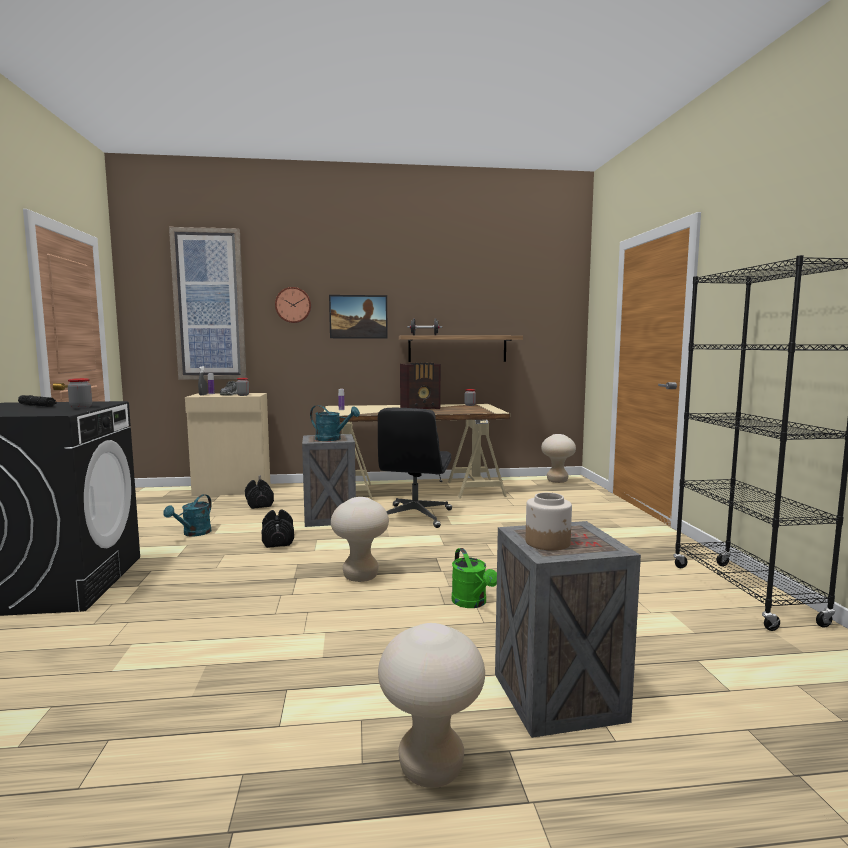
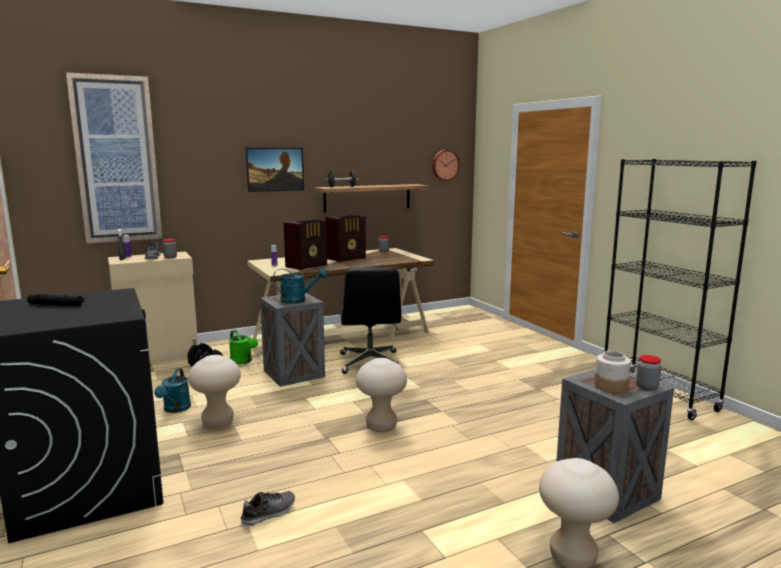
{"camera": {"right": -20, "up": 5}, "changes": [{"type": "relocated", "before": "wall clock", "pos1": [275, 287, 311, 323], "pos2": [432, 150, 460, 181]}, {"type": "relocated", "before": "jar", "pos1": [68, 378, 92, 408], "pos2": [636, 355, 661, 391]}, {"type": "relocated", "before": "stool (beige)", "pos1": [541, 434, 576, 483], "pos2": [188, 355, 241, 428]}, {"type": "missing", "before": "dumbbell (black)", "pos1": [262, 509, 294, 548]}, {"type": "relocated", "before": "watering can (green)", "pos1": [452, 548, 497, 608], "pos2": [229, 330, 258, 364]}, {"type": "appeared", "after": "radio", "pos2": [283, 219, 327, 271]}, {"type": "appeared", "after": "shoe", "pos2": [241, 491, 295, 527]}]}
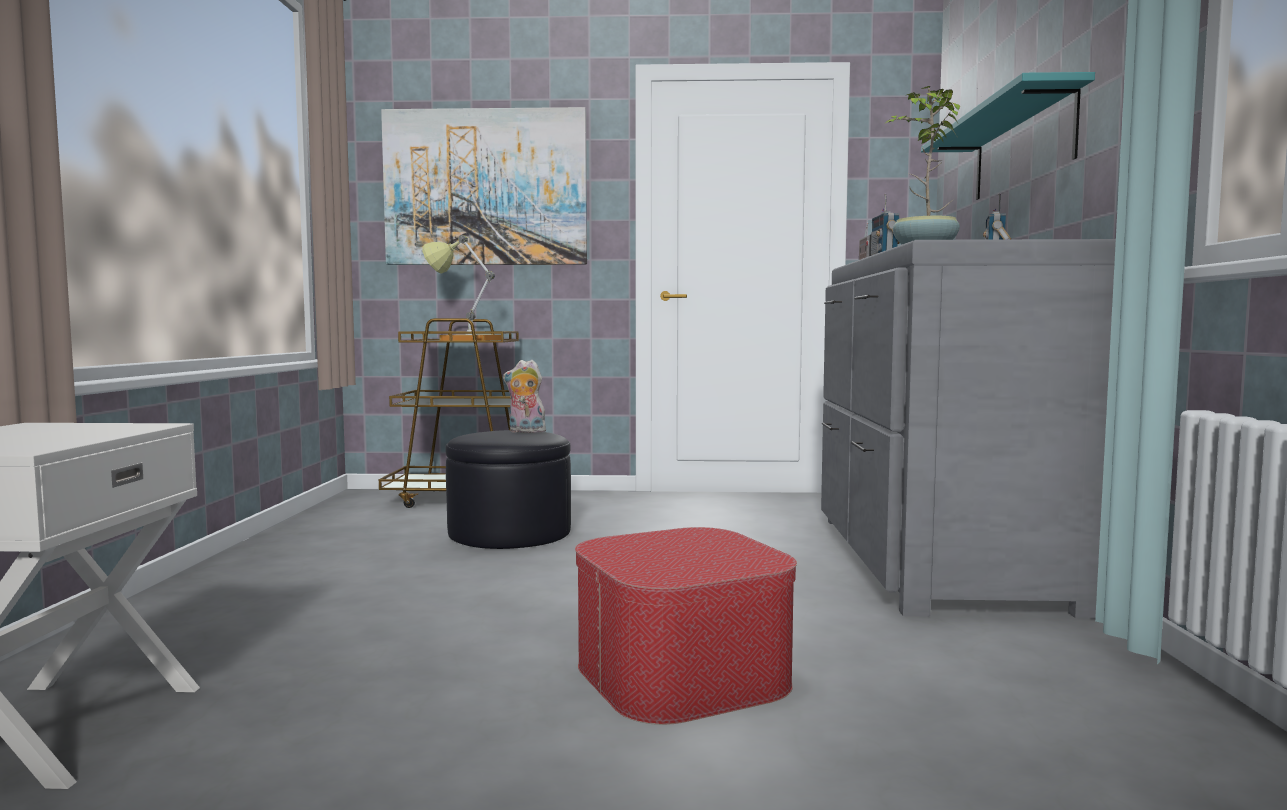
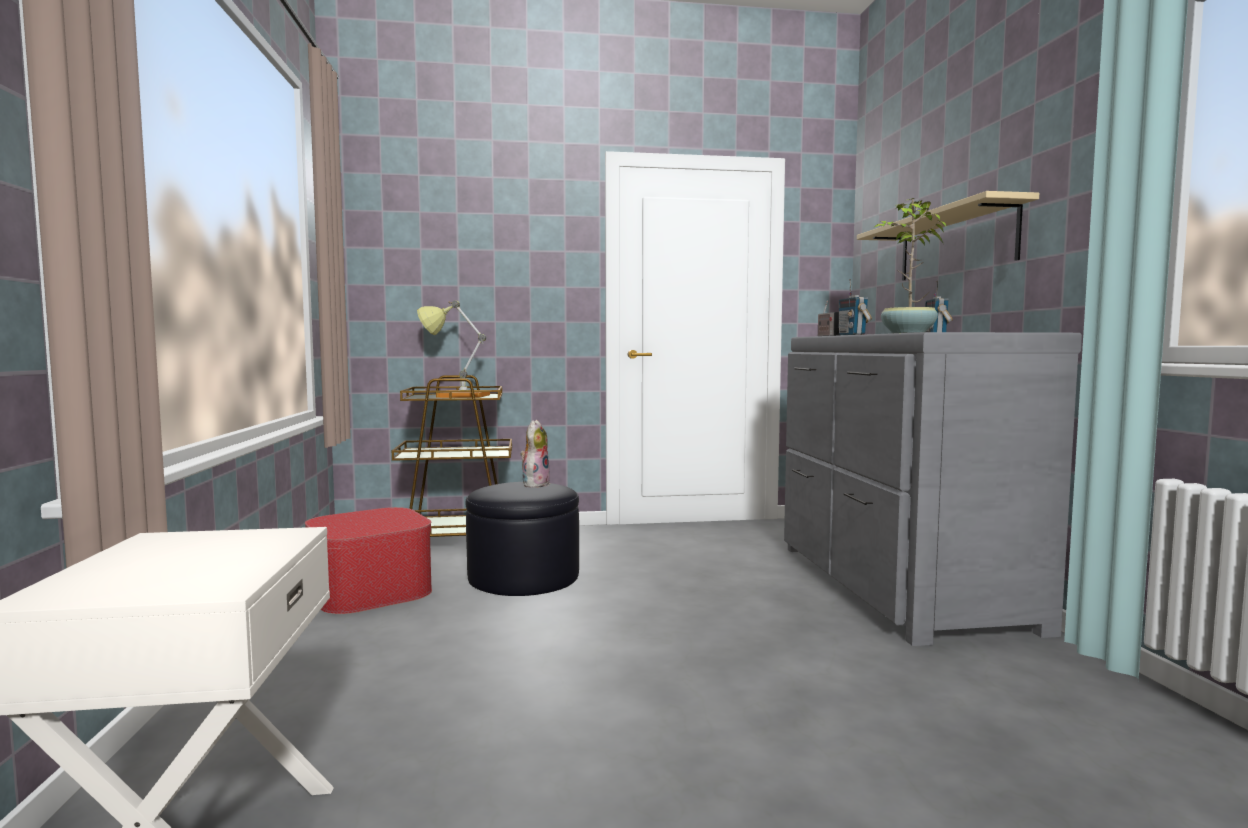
{"camera": {"right": -10, "up": 0}, "changes": [{"type": "colour", "before": "shelf (turquoise)", "after": "shelf (beige)", "pos1": [921, 72, 1095, 200], "pos2": [857, 191, 1039, 281]}, {"type": "missing", "before": "picture", "pos1": [381, 107, 587, 265]}, {"type": "spun", "before": "plush toy", "pos1": [503, 360, 546, 433], "pos2": [520, 420, 550, 488], "turn": 105}, {"type": "relocated", "before": "ottoman", "pos1": [575, 527, 797, 725], "pos2": [305, 507, 432, 614]}]}
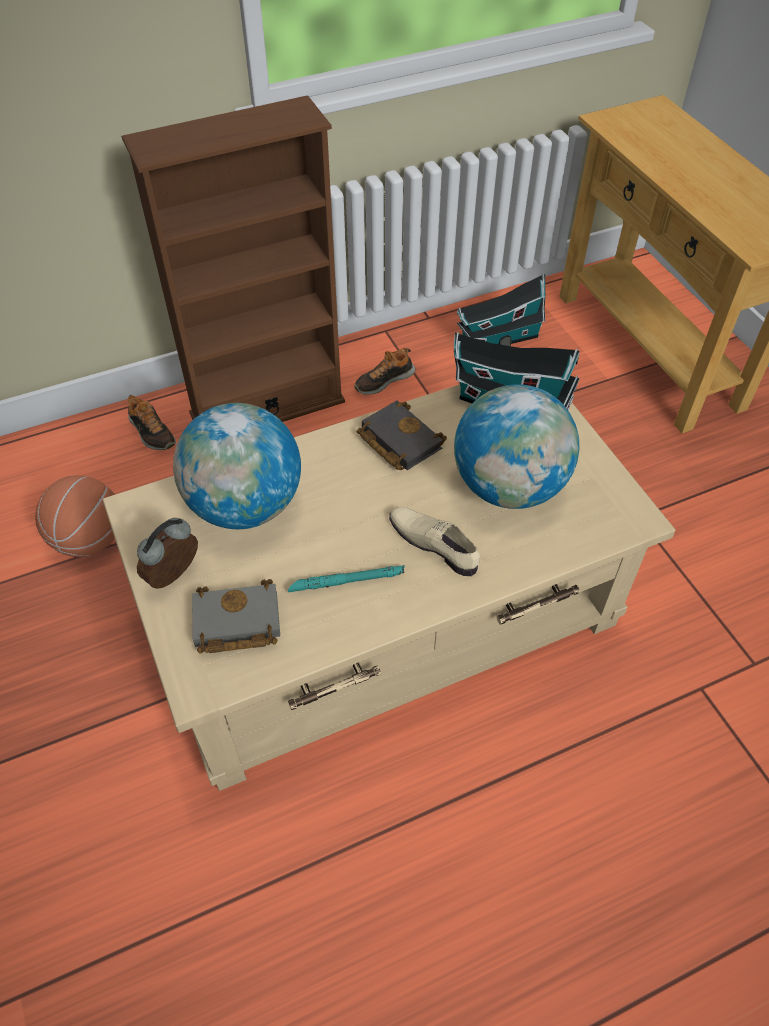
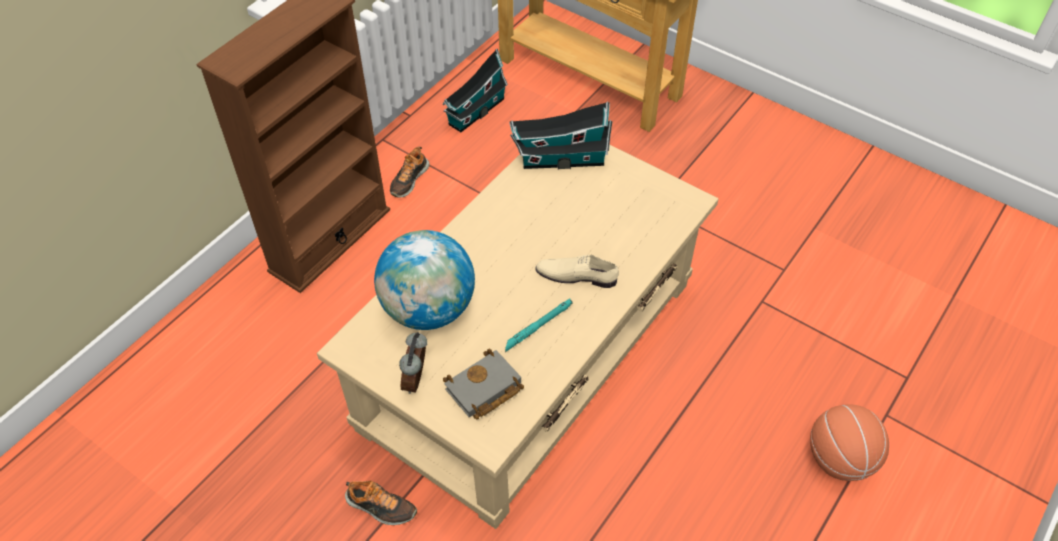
{"camera": {"right": -30, "up": 0}, "changes": [{"type": "missing", "before": "globe", "pos1": [454, 384, 579, 509]}, {"type": "relocated", "before": "shoe", "pos1": [128, 394, 176, 450], "pos2": [345, 481, 417, 525]}, {"type": "missing", "before": "book (black)", "pos1": [357, 400, 447, 470]}, {"type": "relocated", "before": "basketball", "pos1": [35, 475, 115, 557], "pos2": [810, 404, 889, 481]}]}
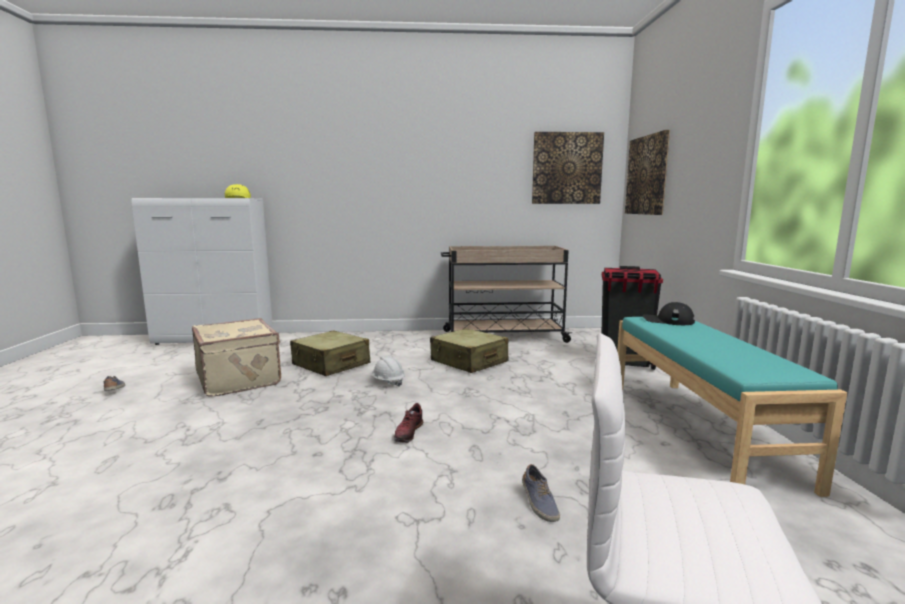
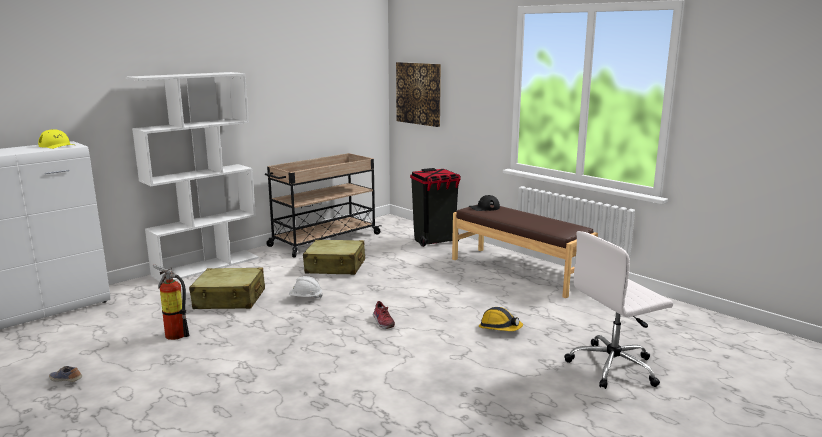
{"camera": {"right": -40, "up": 5}, "changes": [{"type": "missing", "before": "picture", "pos1": [532, 132, 604, 204]}, {"type": "colour", "before": "bench (turquoise)", "after": "bench (brown)", "pos1": [617, 317, 847, 497], "pos2": [452, 204, 598, 298]}, {"type": "exchanged", "before": "suitcase (beige)", "after": "fire extinguisher", "pos1": [192, 318, 281, 397], "pos2": [153, 264, 189, 340]}, {"type": "exchanged", "before": "shoe", "after": "hard hat", "pos1": [522, 464, 560, 522], "pos2": [479, 307, 523, 331]}, {"type": "appeared", "after": "bookcase (white)", "pos2": [126, 72, 259, 284]}]}
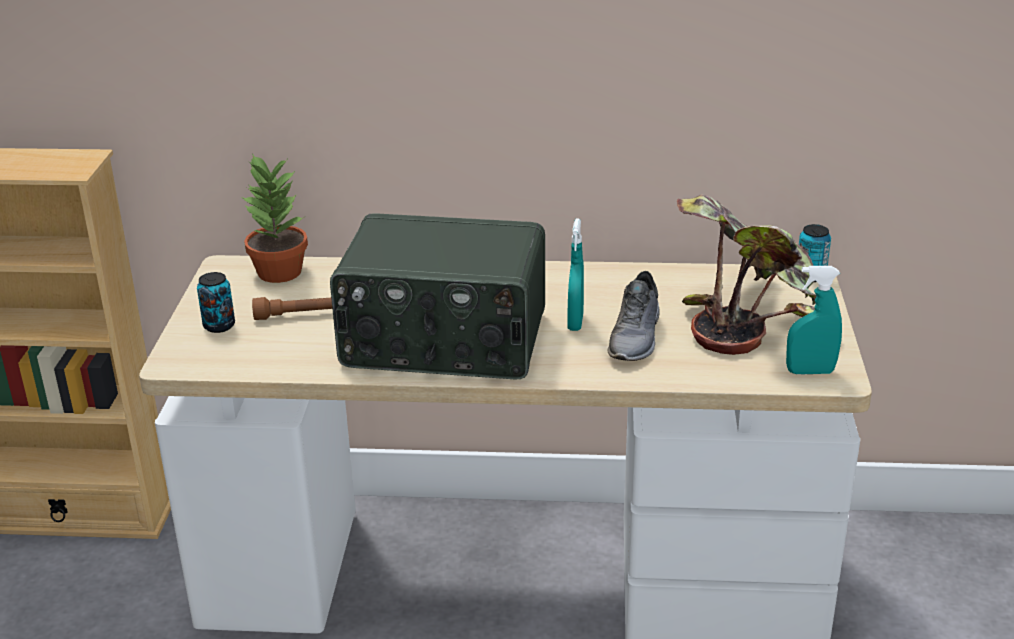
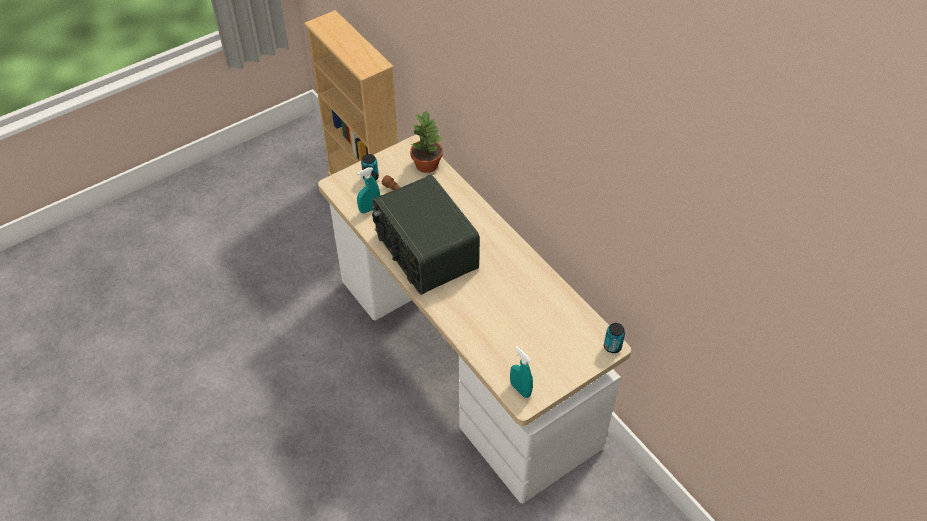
{"camera": {"right": 50, "up": 20}, "changes": [{"type": "missing", "before": "potted plant", "pos1": [677, 195, 816, 355]}, {"type": "relocated", "before": "spray bottle (turquoise)", "pos1": [567, 219, 584, 331], "pos2": [356, 167, 380, 214]}, {"type": "missing", "before": "shoe (grey)", "pos1": [608, 271, 659, 361]}]}
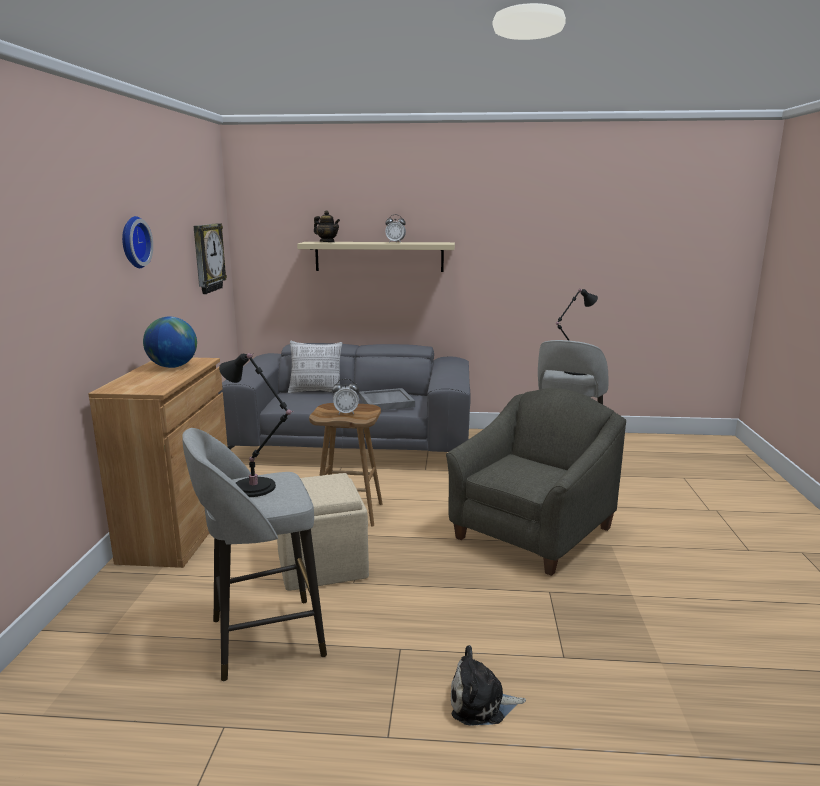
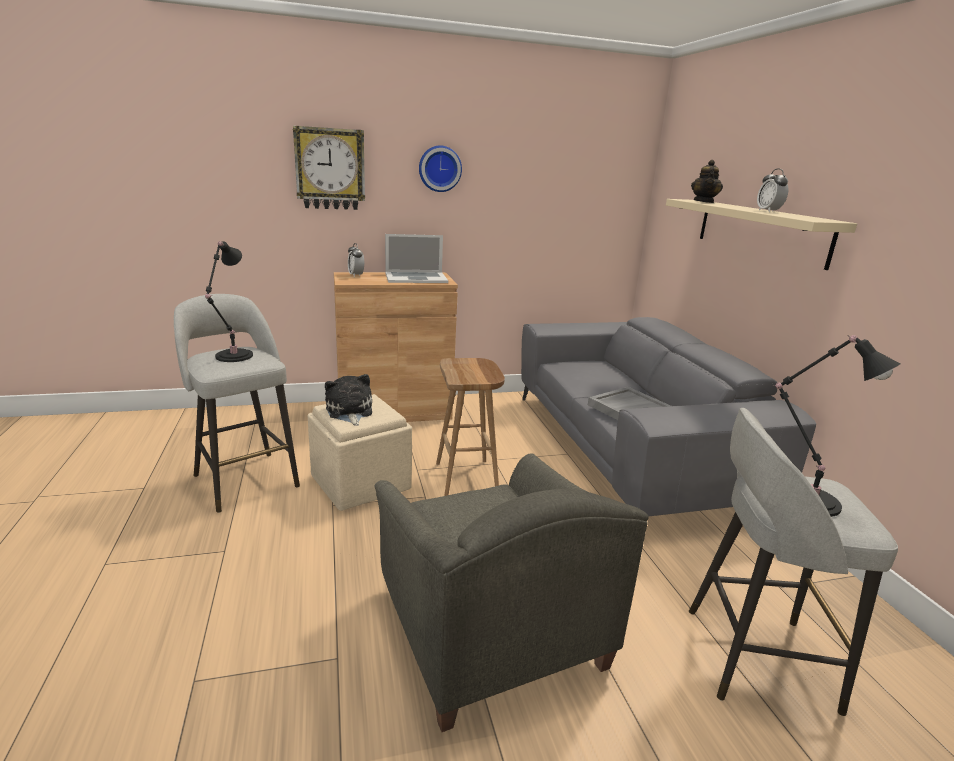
{"camera": {"right": 70, "up": 5}, "changes": [{"type": "relocated", "before": "wall clock", "pos1": [194, 223, 227, 294], "pos2": [293, 126, 365, 210]}, {"type": "exchanged", "before": "globe", "after": "laptop", "pos1": [143, 317, 197, 368], "pos2": [385, 234, 448, 283]}, {"type": "missing", "before": "pillow", "pos1": [288, 341, 342, 394]}, {"type": "relocated", "before": "alarm clock", "pos1": [332, 379, 359, 415], "pos2": [348, 243, 364, 277]}, {"type": "spun", "before": "armchair (grey)", "pos1": [446, 388, 626, 576], "pos2": [374, 453, 649, 732], "turn": 45}, {"type": "relocated", "before": "plush toy", "pos1": [451, 645, 526, 726], "pos2": [325, 374, 372, 426]}]}
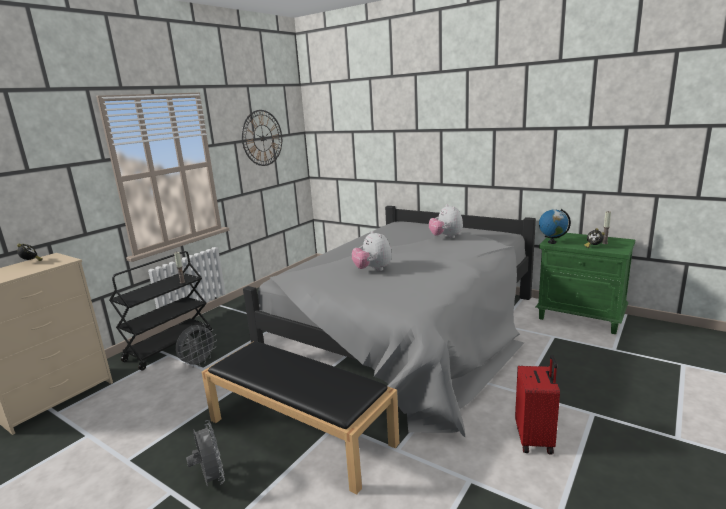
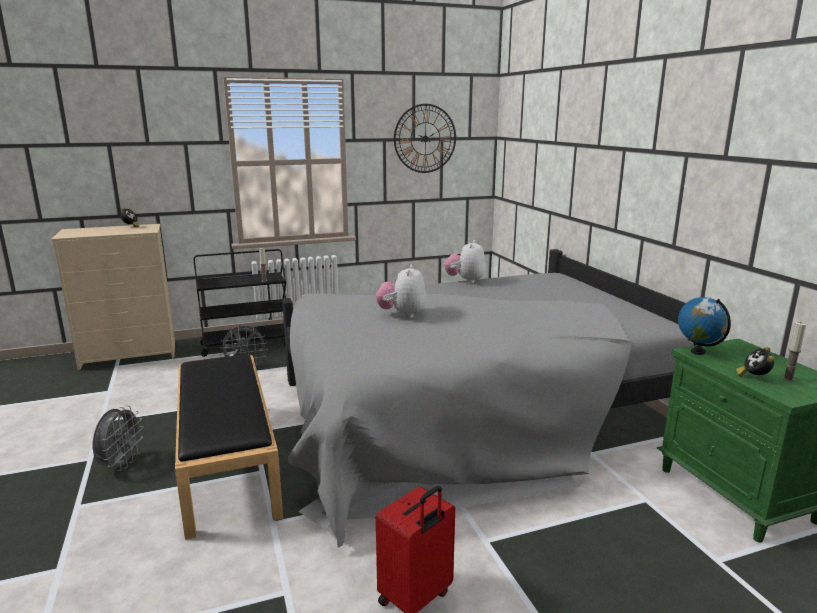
{"camera": {"right": 35, "up": 0}, "changes": [{"type": "relocated", "before": "plush toy", "pos1": [429, 204, 463, 238], "pos2": [445, 240, 486, 284]}]}
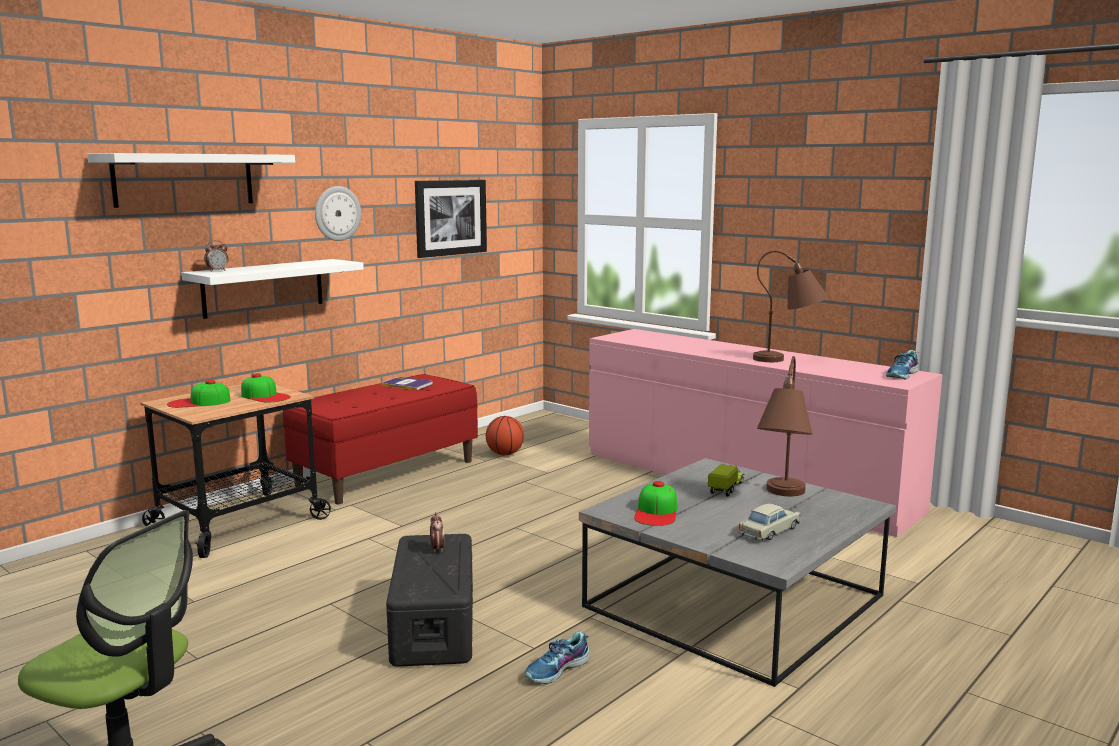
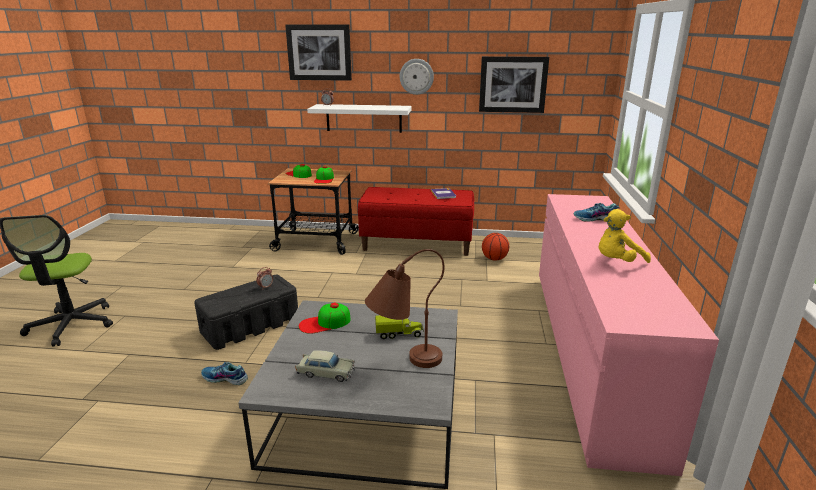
{"camera": {"right": 55, "up": 10}, "changes": [{"type": "exchanged", "before": "shelf (white)", "after": "picture", "pos1": [87, 153, 295, 208], "pos2": [285, 24, 352, 81]}, {"type": "exchanged", "before": "table lamp (brown)", "after": "plush toy (yellow)", "pos1": [753, 250, 828, 362], "pos2": [599, 209, 651, 263]}, {"type": "relocated", "before": "shoe", "pos1": [886, 350, 918, 380], "pos2": [574, 203, 620, 221]}]}
